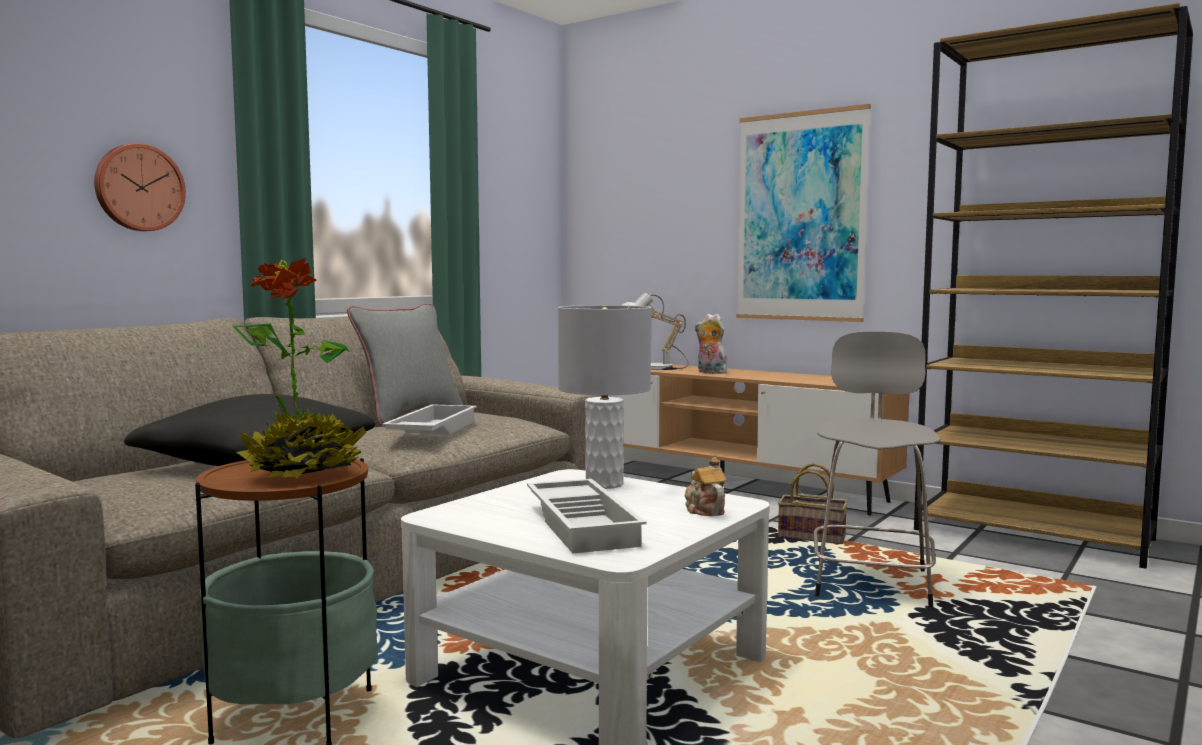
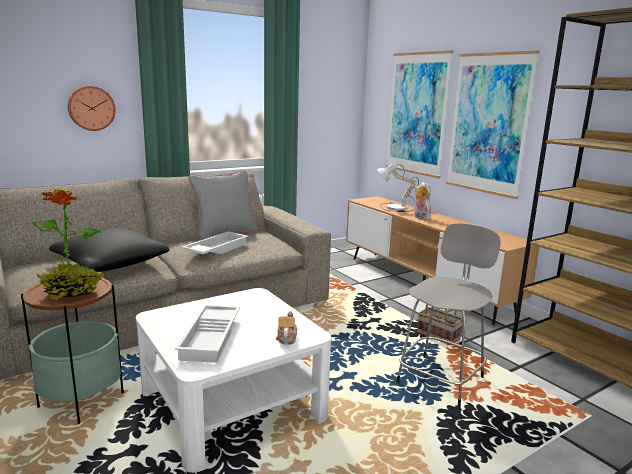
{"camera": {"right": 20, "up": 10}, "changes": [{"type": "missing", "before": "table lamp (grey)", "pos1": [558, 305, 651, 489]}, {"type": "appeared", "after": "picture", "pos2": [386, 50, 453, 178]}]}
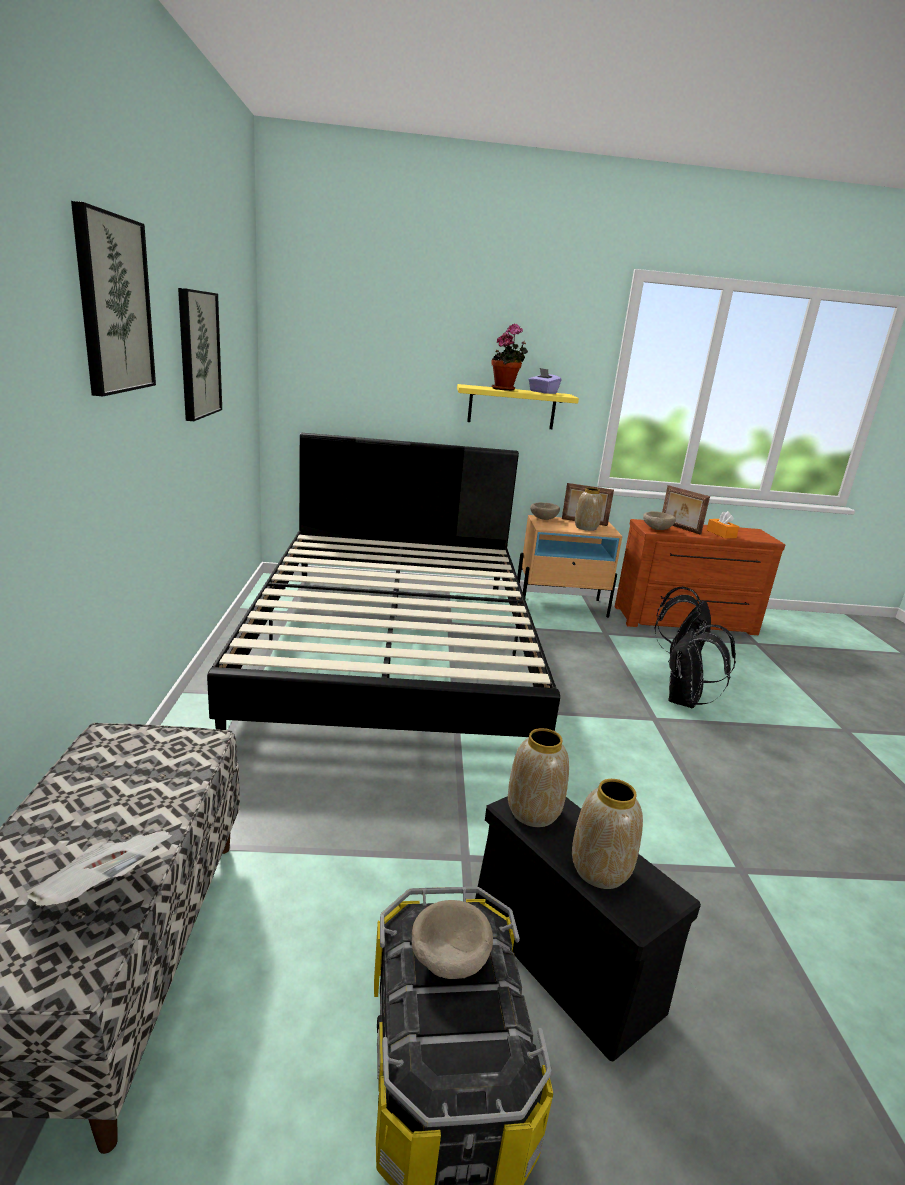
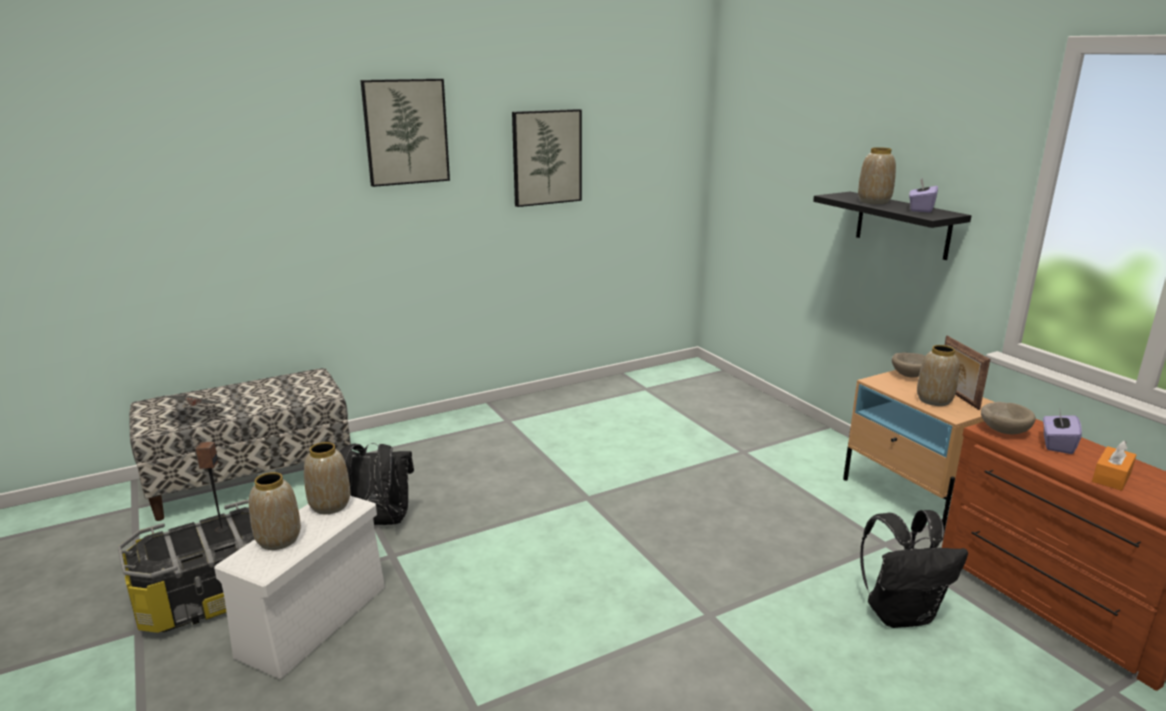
{"camera": {"right": 65, "up": 0}, "changes": [{"type": "exchanged", "before": "potted plant", "after": "vase", "pos1": [491, 323, 528, 391], "pos2": [858, 147, 896, 204]}, {"type": "colour", "before": "shelf (yellow)", "after": "shelf (black)", "pos1": [457, 384, 579, 429], "pos2": [813, 192, 971, 260]}, {"type": "missing", "before": "bed (black)", "pos1": [207, 433, 560, 737]}, {"type": "exchanged", "before": "picture frame", "after": "tissue box (purple)", "pos1": [662, 485, 710, 535], "pos2": [1043, 411, 1082, 454]}, {"type": "relocated", "before": "backpack (black)", "pos1": [668, 624, 736, 709], "pos2": [339, 443, 414, 525]}, {"type": "colour", "before": "storage box (black)", "after": "storage box (white)", "pos1": [475, 796, 701, 1062], "pos2": [214, 496, 385, 679]}, {"type": "exchanged", "before": "bowl (beige)", "after": "speaker", "pos1": [412, 900, 493, 979], "pos2": [195, 442, 229, 533]}]}
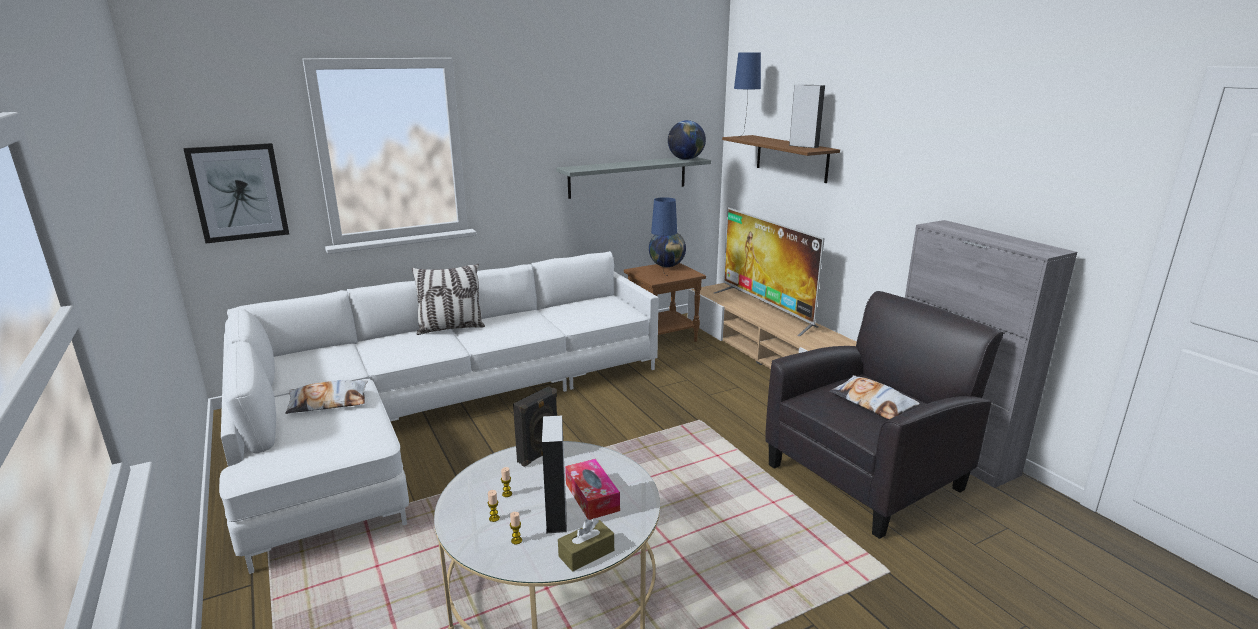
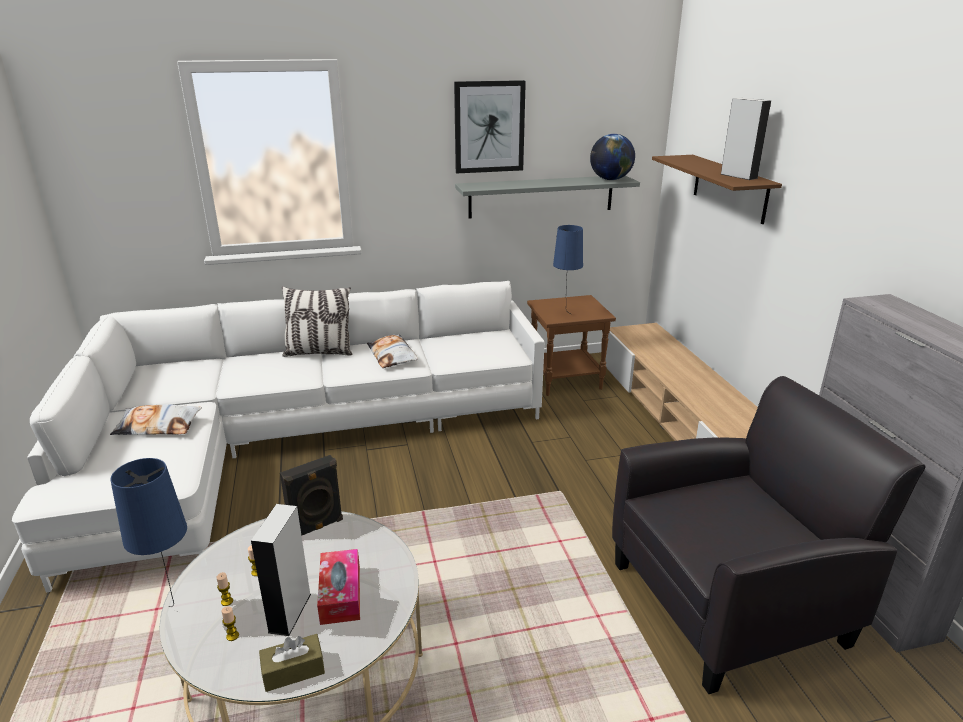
{"camera": {"right": 15, "up": 5}, "changes": [{"type": "relocated", "before": "table lamp (blue)", "pos1": [734, 52, 761, 137], "pos2": [110, 458, 187, 607]}, {"type": "relocated", "before": "picture", "pos1": [183, 143, 289, 243], "pos2": [454, 80, 526, 173]}, {"type": "missing", "before": "television", "pos1": [714, 207, 825, 337]}, {"type": "missing", "before": "globe", "pos1": [649, 233, 686, 267]}, {"type": "relocated", "before": "pillow", "pos1": [829, 375, 920, 419], "pos2": [367, 334, 418, 368]}]}
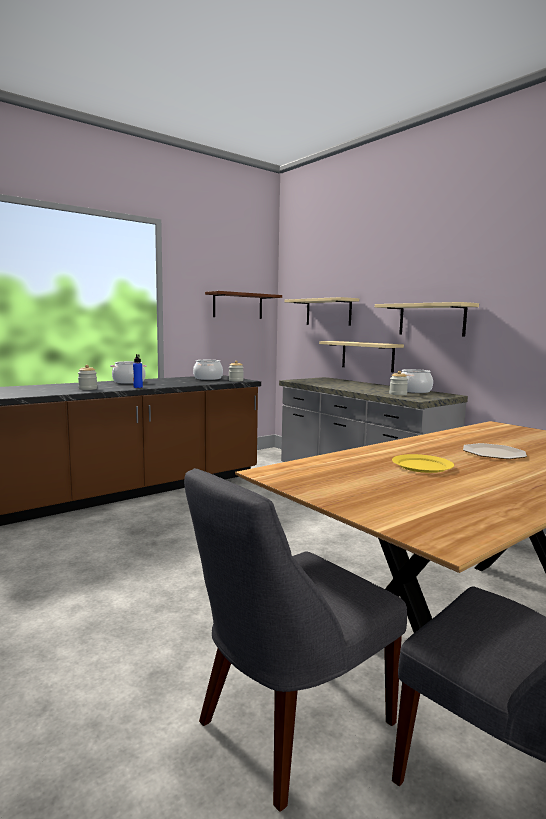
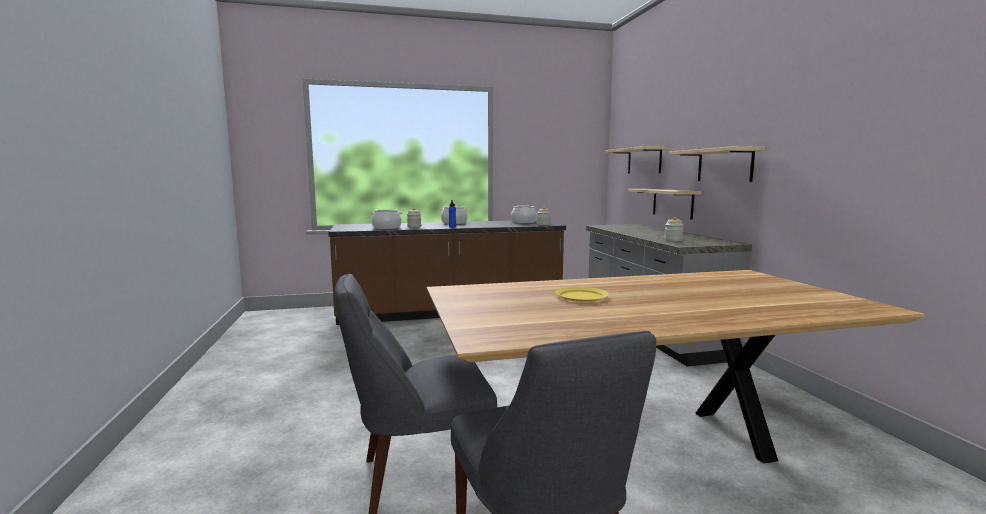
{"camera": {"right": 25, "up": 0}, "changes": [{"type": "missing", "before": "shelf (brown)", "pos1": [205, 291, 282, 319]}, {"type": "relocated", "before": "cooking pot", "pos1": [402, 369, 433, 393], "pos2": [370, 209, 402, 229]}, {"type": "missing", "before": "plate", "pos1": [463, 443, 527, 459]}]}
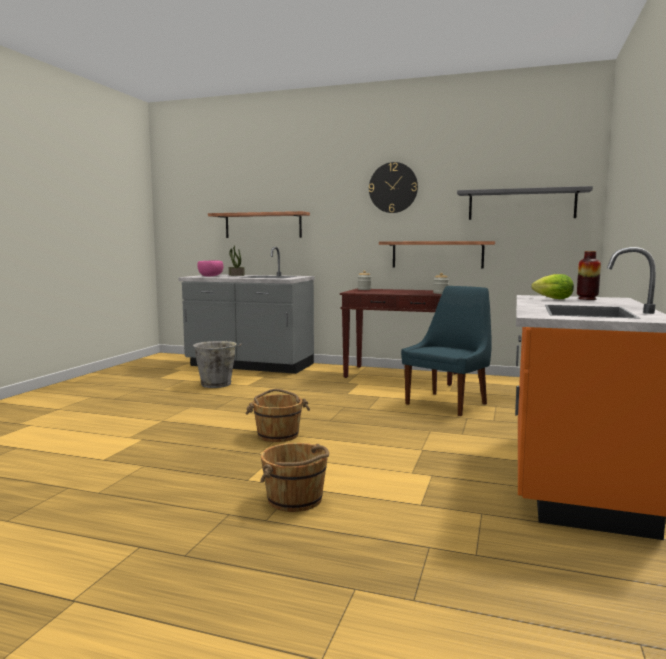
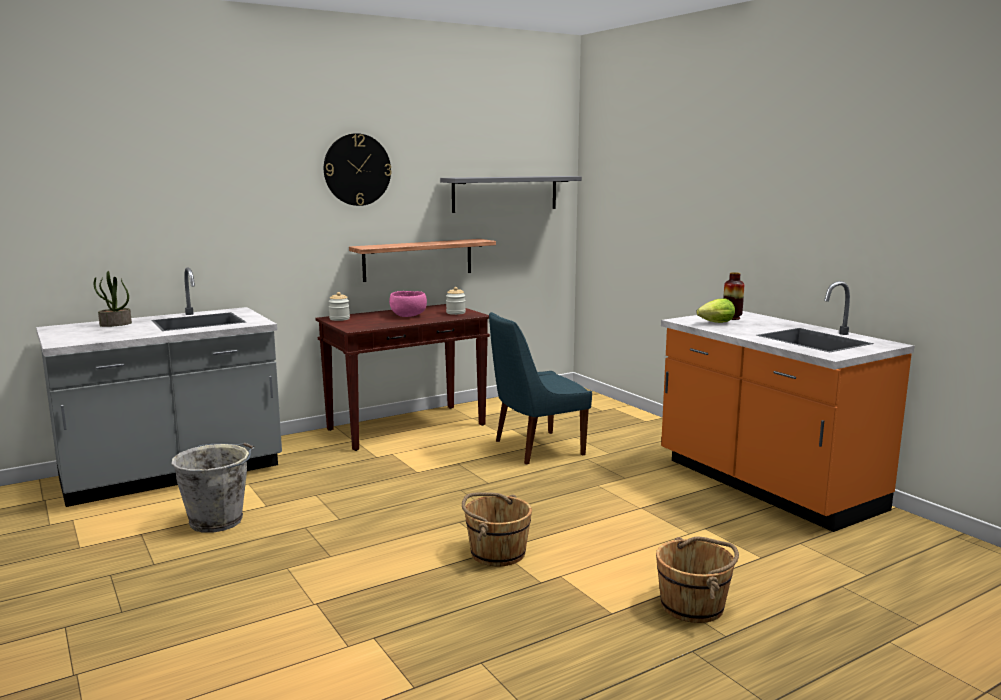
{"camera": {"right": -50, "up": 5}, "changes": [{"type": "missing", "before": "shelf", "pos1": [208, 211, 310, 238]}, {"type": "relocated", "before": "bowl (pink)", "pos1": [198, 260, 223, 276], "pos2": [389, 291, 427, 317]}, {"type": "spun", "before": "chair (blue)", "pos1": [401, 286, 492, 416], "pos2": [489, 312, 592, 465], "turn": -105}]}
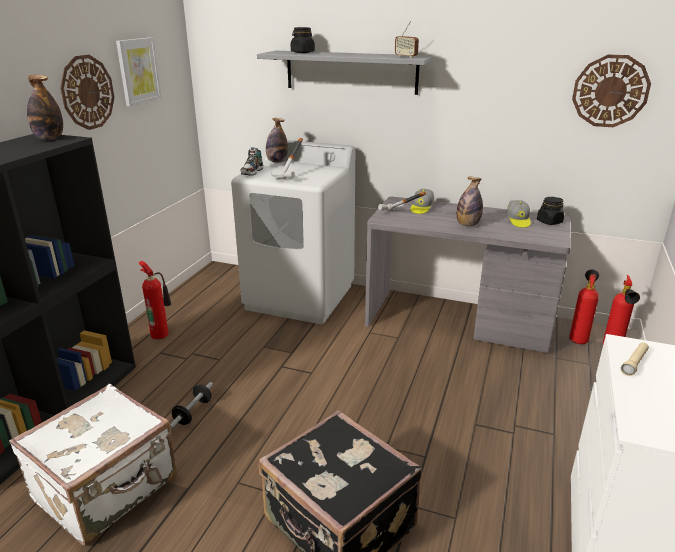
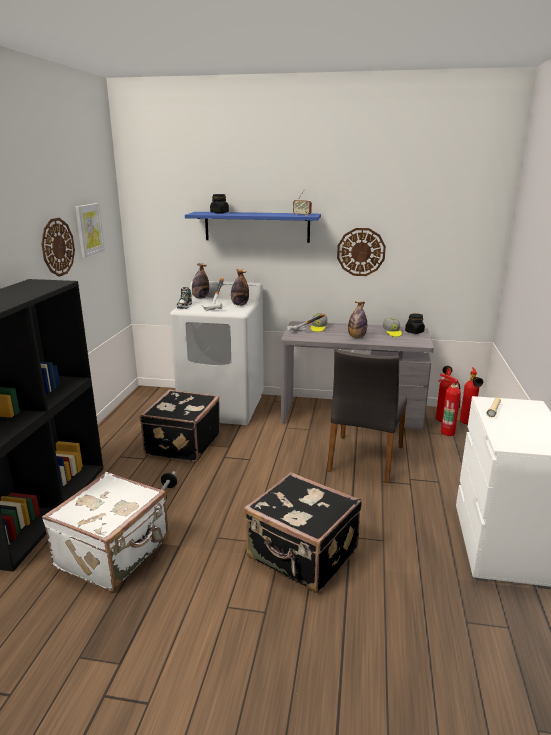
{"camera": {"right": -10, "up": -5}, "changes": [{"type": "colour", "before": "shelf (grey)", "after": "shelf (blue)", "pos1": [257, 51, 434, 95], "pos2": [185, 212, 321, 243]}, {"type": "relocated", "before": "wall clock", "pos1": [572, 55, 651, 127], "pos2": [337, 228, 386, 276]}, {"type": "relocated", "before": "bottle", "pos1": [27, 75, 63, 140], "pos2": [231, 269, 249, 306]}, {"type": "relocated", "before": "fire extinguisher", "pos1": [139, 261, 171, 339], "pos2": [439, 373, 461, 436]}, {"type": "appeared", "after": "chair (grey)", "pos2": [327, 349, 407, 483]}, {"type": "appeared", "after": "suitcase (black)", "pos2": [139, 390, 220, 462]}]}
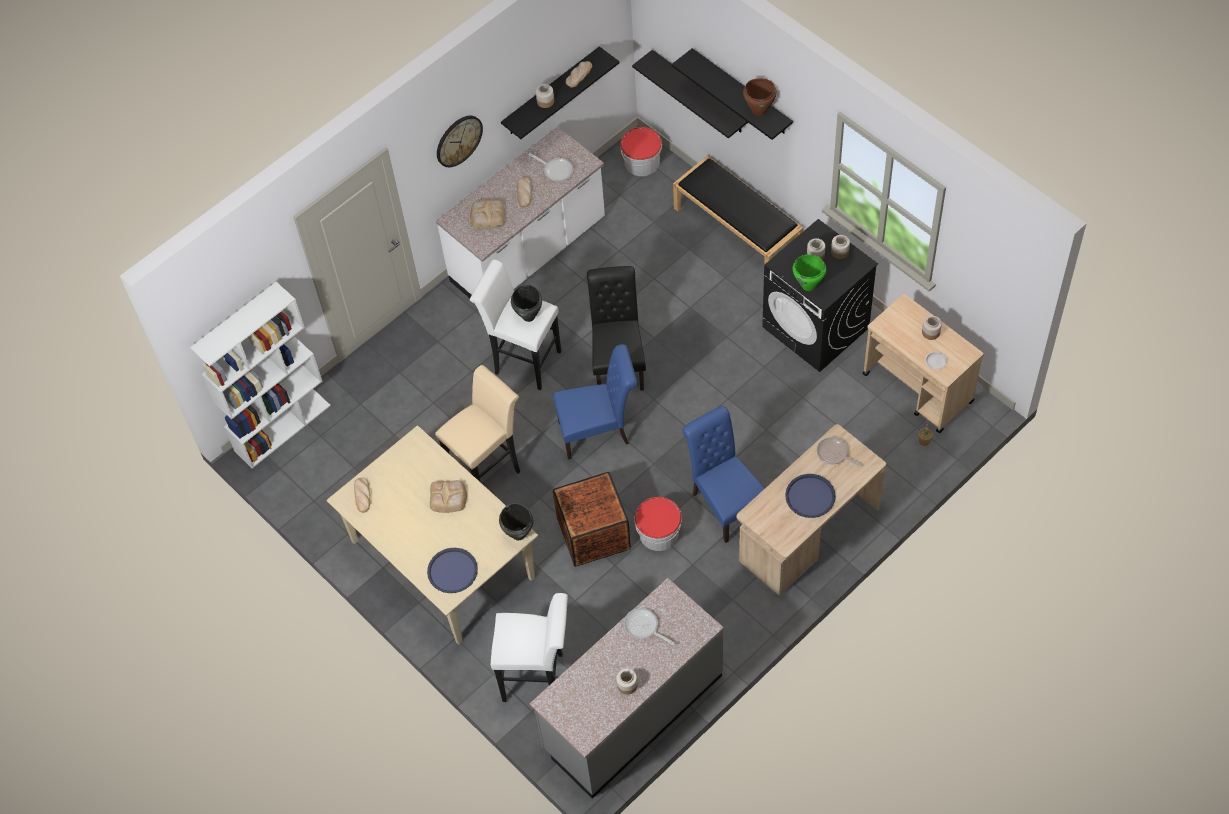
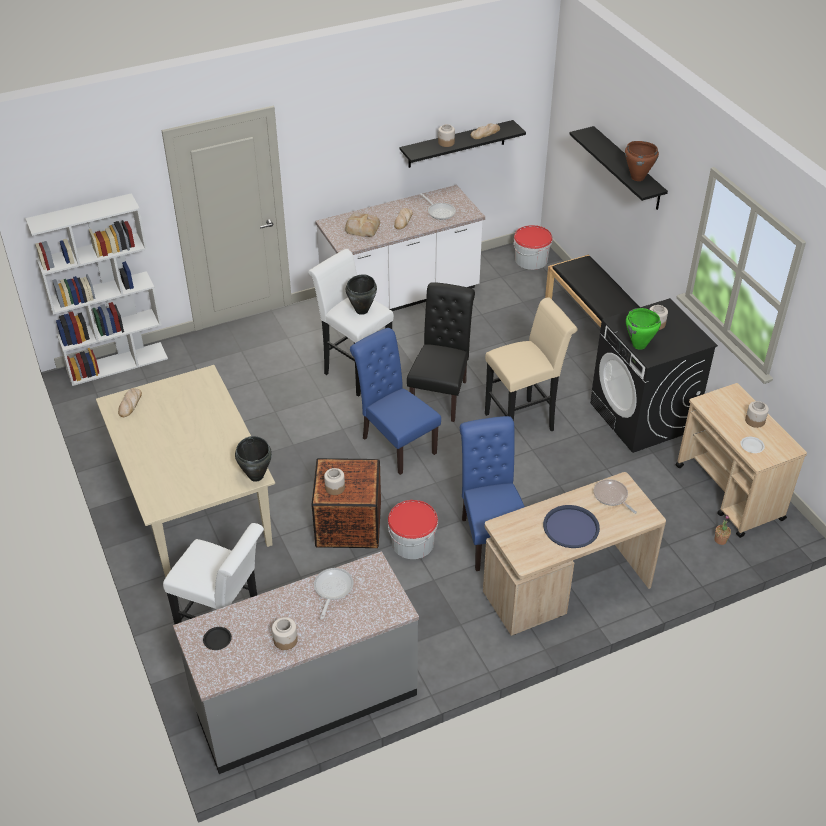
{"camera": {"right": 15, "up": -15}, "changes": [{"type": "missing", "before": "shelf (black)", "pos1": [632, 50, 748, 138]}, {"type": "missing", "before": "wall clock", "pos1": [437, 116, 483, 167]}, {"type": "relocated", "before": "jar", "pos1": [831, 235, 850, 259], "pos2": [324, 468, 345, 495]}, {"type": "spun", "before": "chair (blue)", "pos1": [552, 344, 637, 460], "pos2": [350, 328, 441, 475], "turn": -135}, {"type": "relocated", "before": "stool (beige)", "pos1": [435, 365, 520, 482], "pos2": [485, 297, 578, 431]}, {"type": "missing", "before": "bread", "pos1": [430, 480, 467, 513]}, {"type": "missing", "before": "tray (blue)", "pos1": [427, 548, 478, 593]}, {"type": "spun", "before": "frying pan", "pos1": [624, 608, 674, 645], "pos2": [314, 568, 354, 619], "turn": 45}, {"type": "appeared", "after": "plate (black)", "pos2": [203, 627, 232, 650]}]}
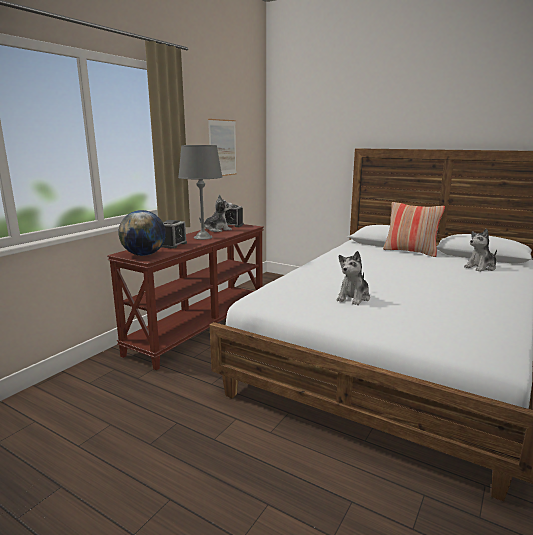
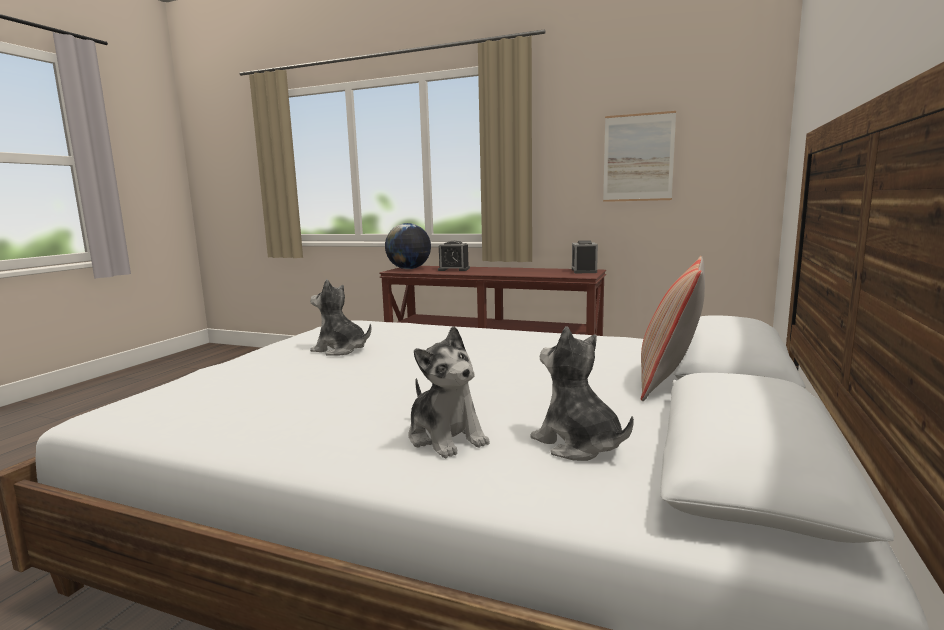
{"camera": {"right": 80, "up": -5}, "changes": [{"type": "missing", "before": "table lamp (grey)", "pos1": [178, 145, 222, 240]}, {"type": "relocated", "before": "plush toy", "pos1": [199, 194, 232, 232], "pos2": [408, 326, 490, 458]}]}
